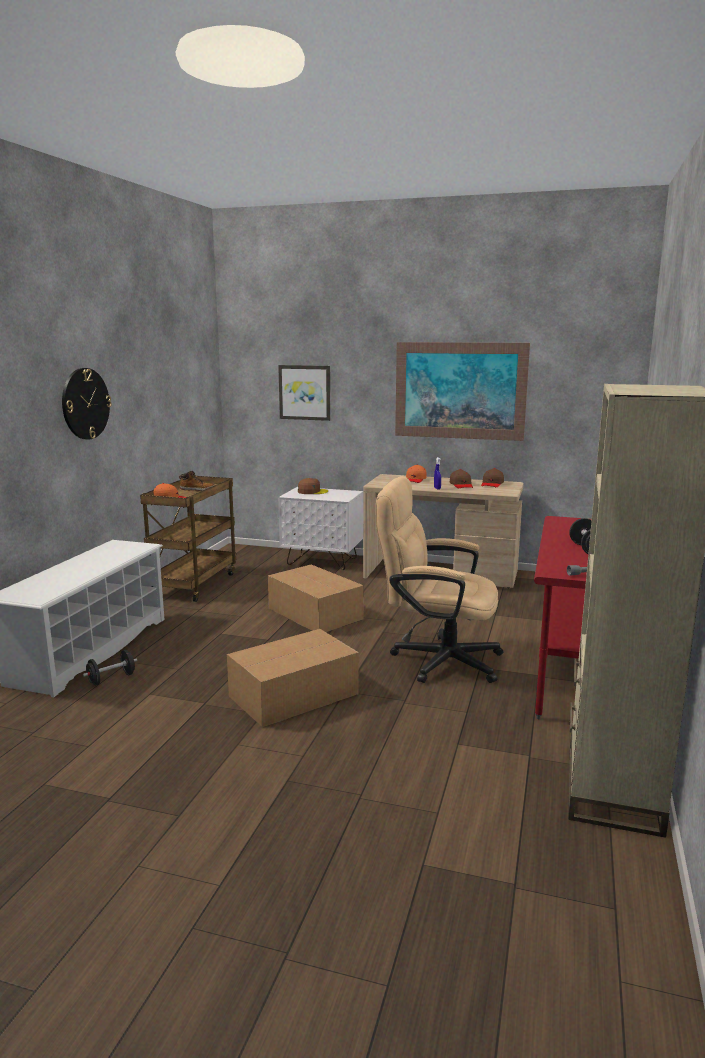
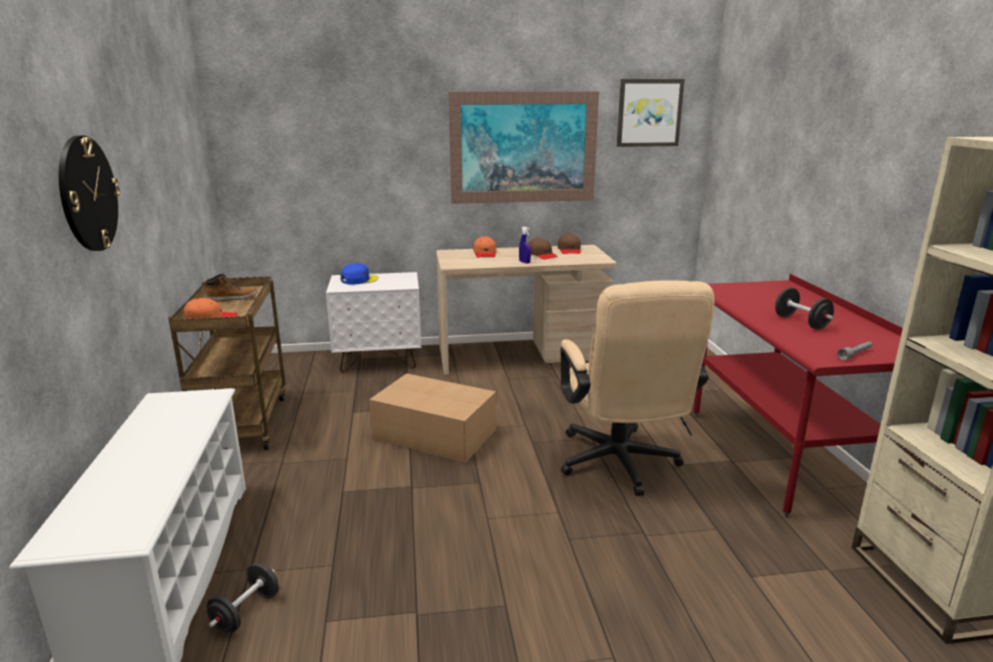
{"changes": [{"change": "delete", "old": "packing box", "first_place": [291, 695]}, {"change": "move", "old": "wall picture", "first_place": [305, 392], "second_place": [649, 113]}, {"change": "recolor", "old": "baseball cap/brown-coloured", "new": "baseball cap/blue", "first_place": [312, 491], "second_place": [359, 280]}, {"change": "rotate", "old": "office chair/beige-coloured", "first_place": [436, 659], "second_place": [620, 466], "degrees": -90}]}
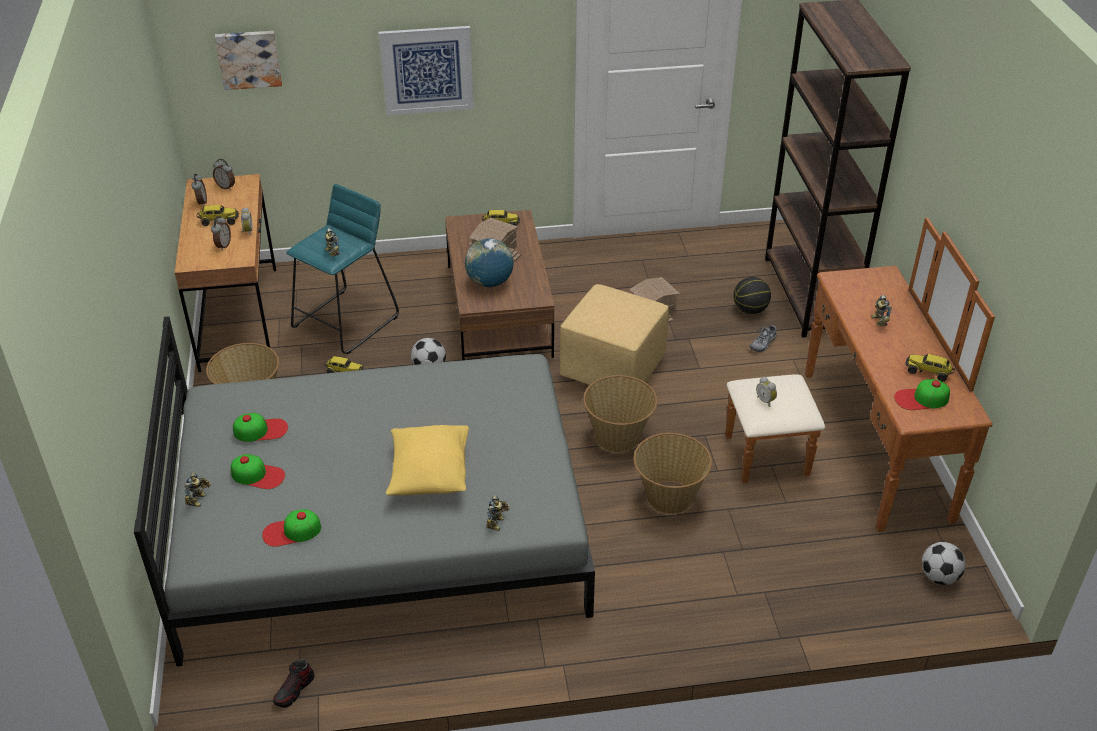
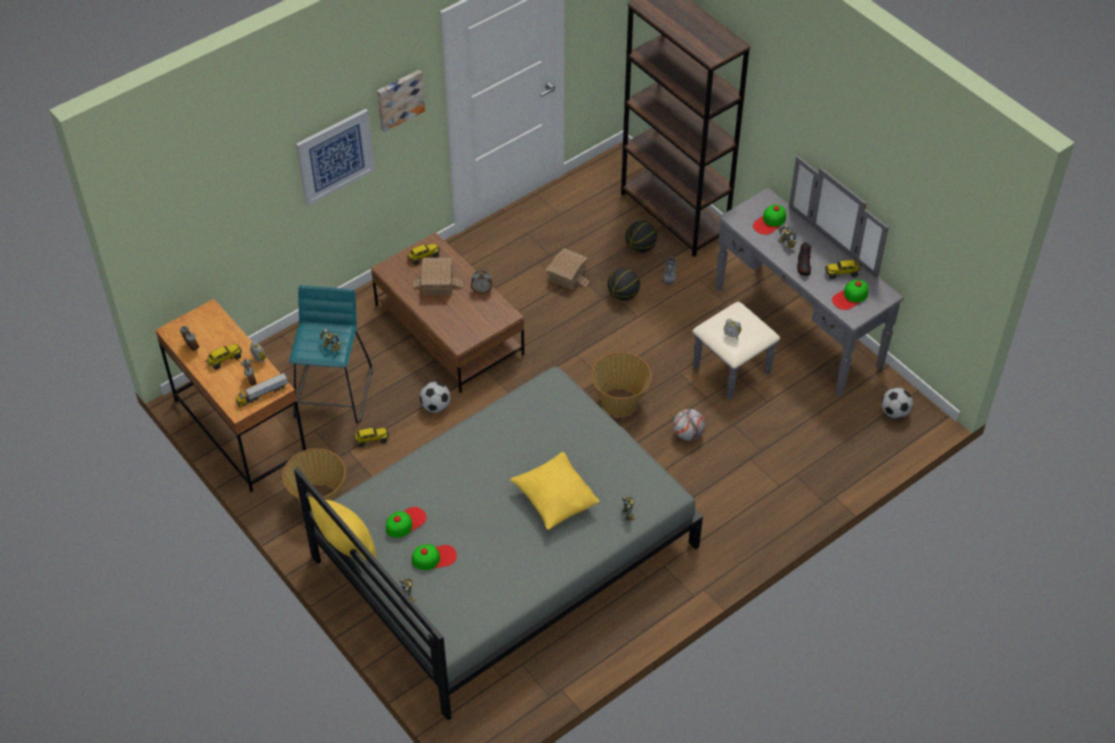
{"changes": [{"change": "move", "old": "bedside clock", "first_place": [226, 187], "second_place": [482, 290]}, {"change": "move", "old": "wall picture", "first_place": [249, 59], "second_place": [399, 99]}, {"change": "move", "old": "baseball cap", "first_place": [291, 531], "second_place": [770, 222]}, {"change": "move", "old": "shoe", "first_place": [294, 690], "second_place": [804, 265]}, {"change": "delete", "old": "globe", "first_place": [490, 282]}, {"change": "delete", "old": "pouffe/yellow-coloured", "first_place": [611, 369]}, {"change": "replace", "old": "household basket", "new": "ball for football", "first_place": [669, 497], "second_place": [688, 434]}, {"change": "recolor", "old": "chest of drawers/brown-coloured", "new": "chest of drawers/grey", "first_place": [850, 447], "second_place": [783, 337]}, {"change": "insert", "new": "toy truck", "second_place": [262, 394]}, {"change": "insert", "new": "throw pillow/yellow-coloured", "second_place": [347, 545]}, {"change": "insert", "new": "basketball", "second_place": [623, 295]}]}
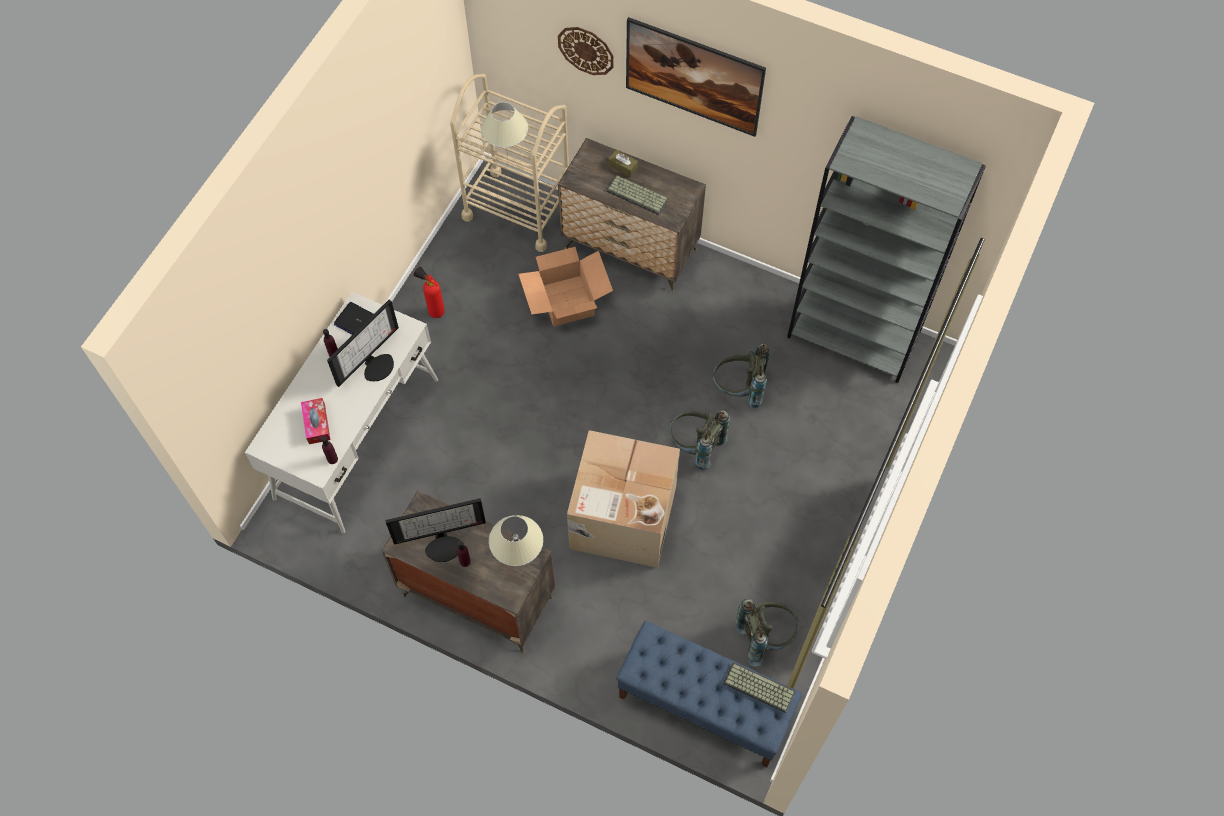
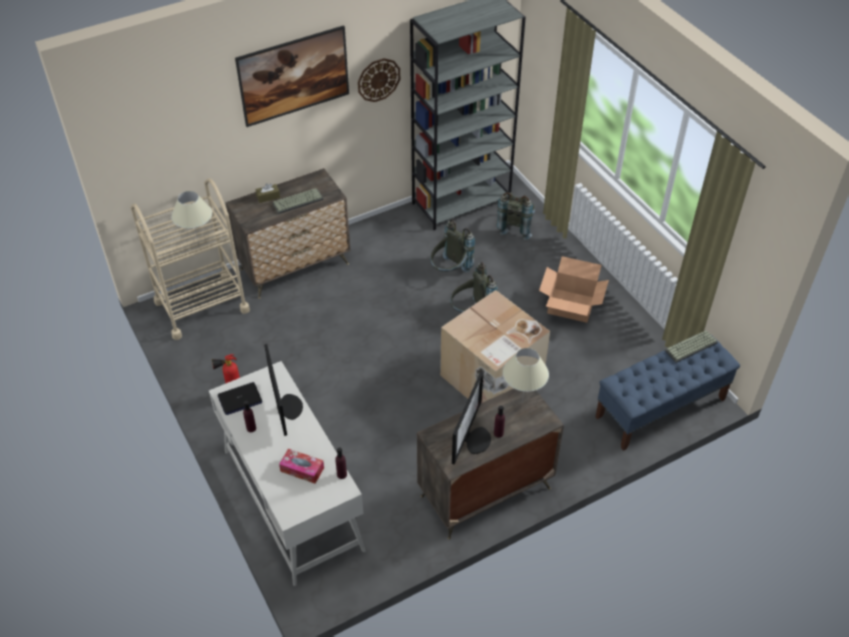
{"changes": [{"change": "move", "old": "packing box", "first_place": [566, 301], "second_place": [571, 305]}, {"change": "move", "old": "hanging clock", "first_place": [586, 50], "second_place": [378, 79]}, {"change": "move", "old": "rucksack/grey", "first_place": [765, 637], "second_place": [515, 227]}]}
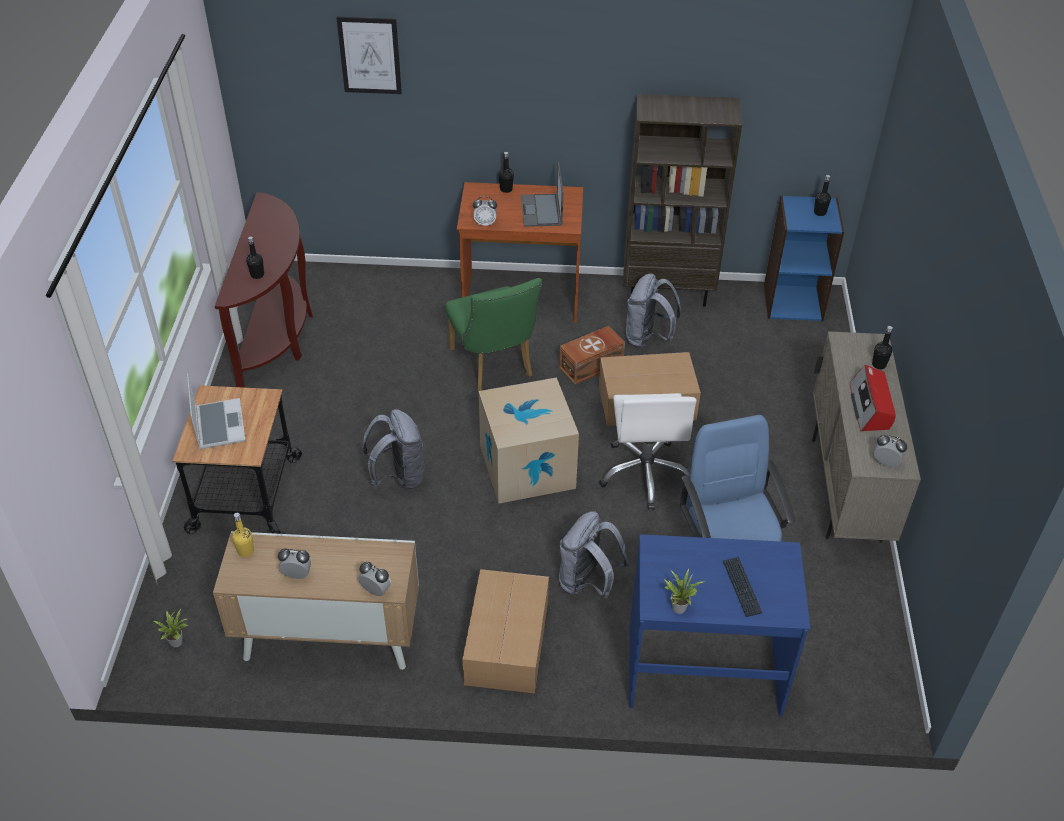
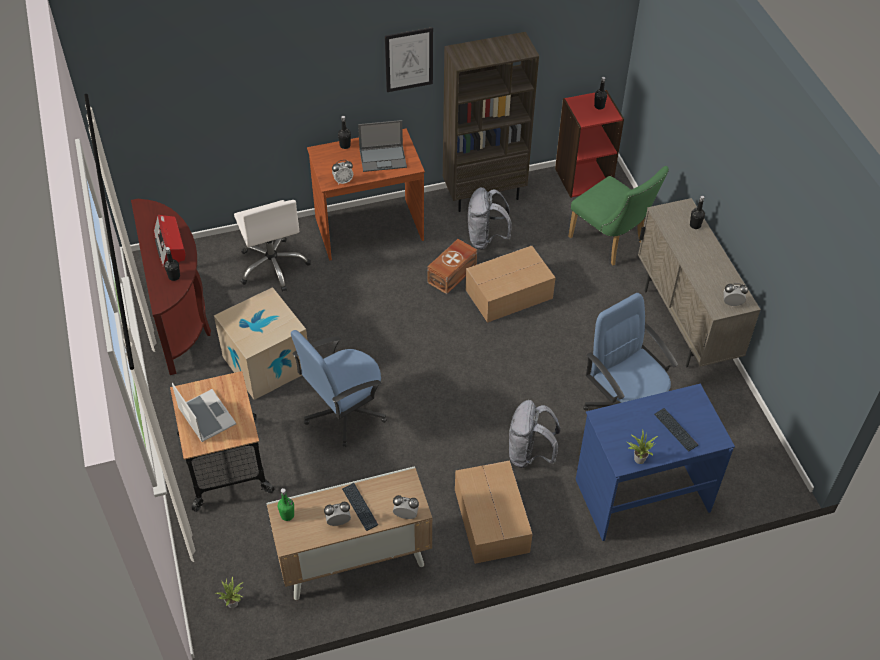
{"changes": [{"change": "recolor", "old": "bottle/yellow-coloured", "new": "bottle/green", "first_place": [245, 551], "second_place": [287, 515]}, {"change": "move", "old": "wall picture", "first_place": [369, 55], "second_place": [409, 59]}, {"change": "replace", "old": "rucksack/grey", "new": "office chair/blue", "first_place": [398, 477], "second_place": [343, 412]}, {"change": "move", "old": "plain chair/green", "first_place": [494, 367], "second_place": [611, 243]}, {"change": "move", "old": "packing box", "first_place": [527, 467], "second_place": [266, 363]}, {"change": "rotate", "old": "portable computer", "first_place": [541, 211], "second_place": [383, 158], "degrees": -75}, {"change": "move", "old": "office chair/white", "first_place": [645, 473], "second_place": [273, 266]}, {"change": "recolor", "old": "bookcase/blue", "new": "bookcase/red-coloured", "first_place": [793, 302], "second_place": [583, 178]}, {"change": "move", "old": "radio", "first_place": [870, 407], "second_place": [170, 246]}, {"change": "insert", "new": "PC keyboard", "second_place": [360, 507]}]}
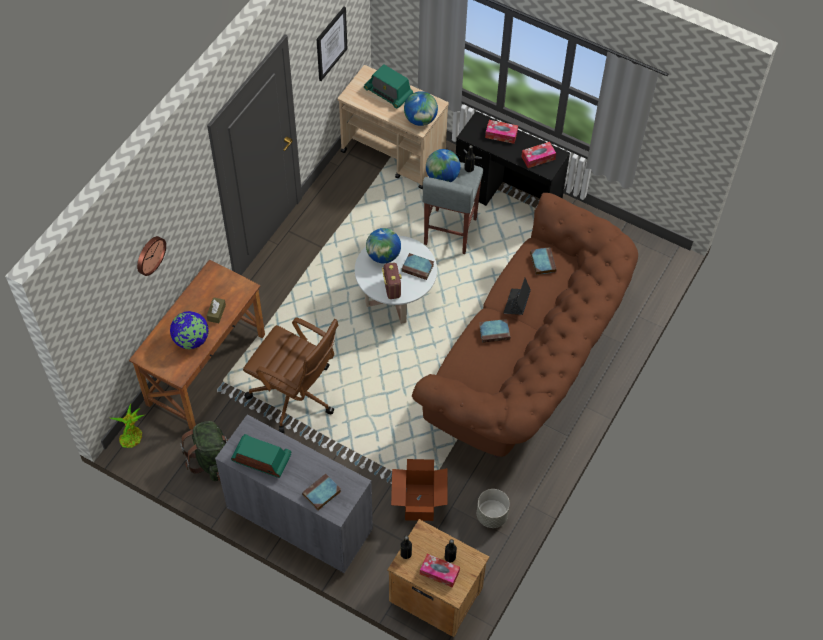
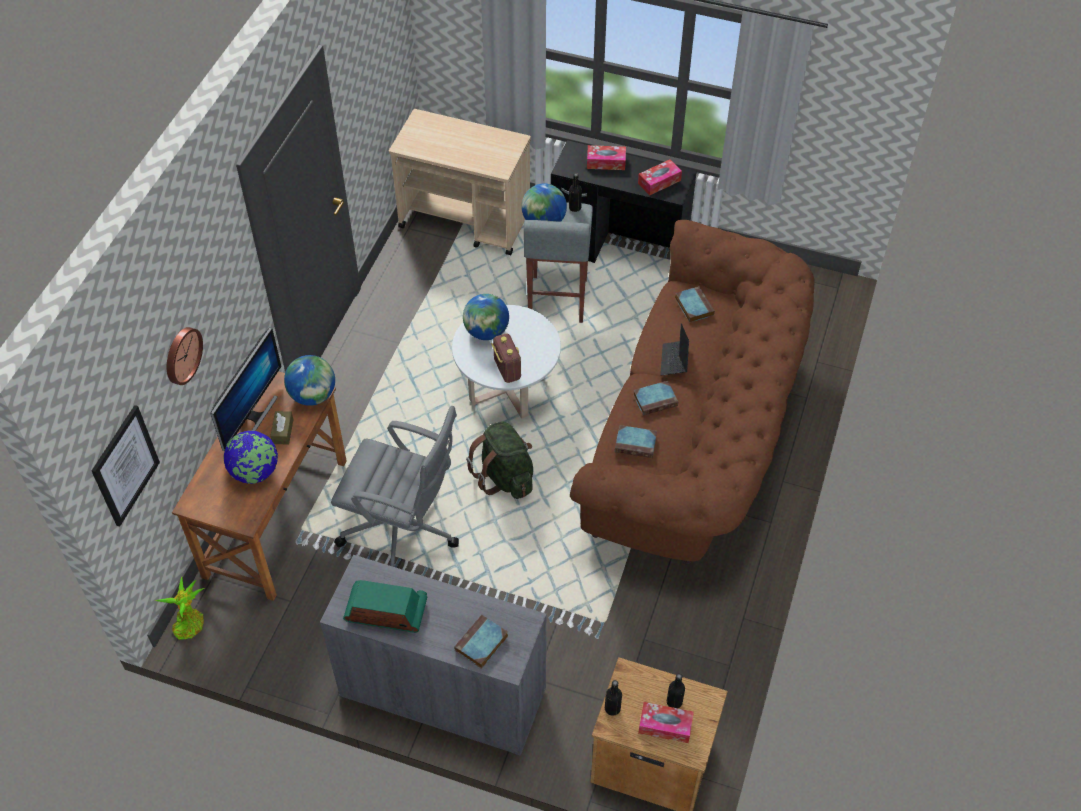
{"changes": [{"change": "move", "old": "rucksack/green", "first_place": [212, 459], "second_place": [505, 476]}, {"change": "recolor", "old": "office chair/brown-coloured", "new": "office chair/grey", "first_place": [295, 395], "second_place": [403, 531]}, {"change": "move", "old": "wall picture", "first_place": [331, 43], "second_place": [125, 465]}, {"change": "delete", "old": "radio", "first_place": [388, 93]}, {"change": "delete", "old": "packing box", "first_place": [418, 502]}, {"change": "move", "old": "bound book", "first_place": [418, 268], "second_place": [636, 443]}, {"change": "move", "old": "globe", "first_place": [420, 119], "second_place": [313, 395]}, {"change": "delete", "old": "planter/grey", "first_place": [492, 516]}, {"change": "insert", "new": "monitor", "second_place": [253, 416]}]}
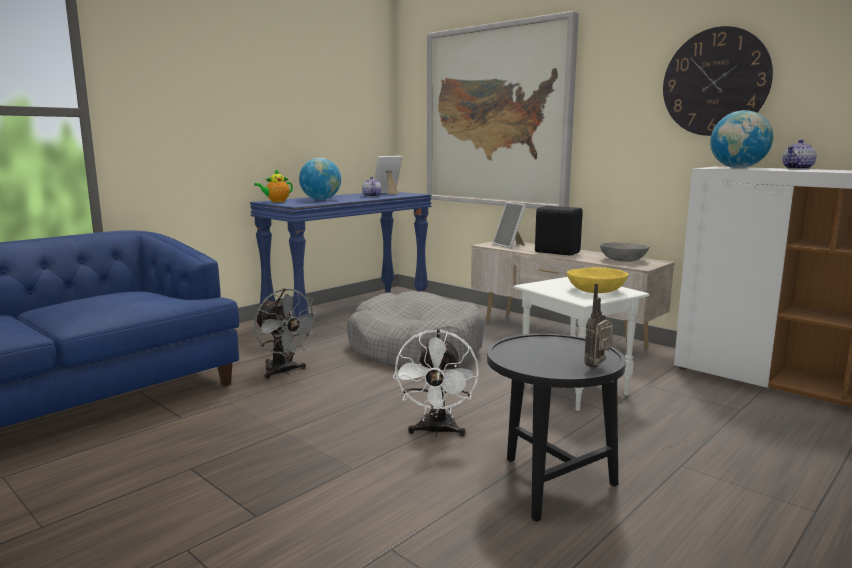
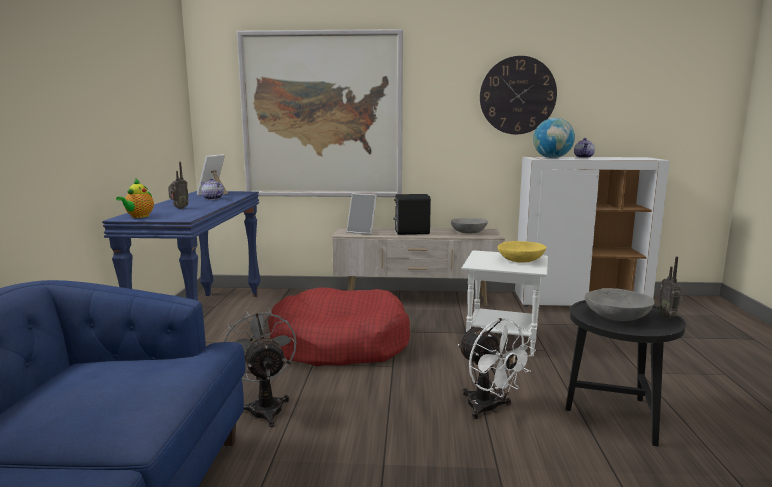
{"changes": [{"change": "rotate", "old": "electric fan/grey", "first_place": [284, 372], "second_place": [264, 407], "degrees": -120}, {"change": "replace", "old": "globe", "new": "radio", "first_place": [321, 199], "second_place": [179, 208]}, {"change": "recolor", "old": "dog cushion/grey", "new": "dog cushion/red-coloured", "first_place": [415, 349], "second_place": [339, 344]}, {"change": "insert", "new": "serving bowl/grey", "second_place": [617, 316]}]}
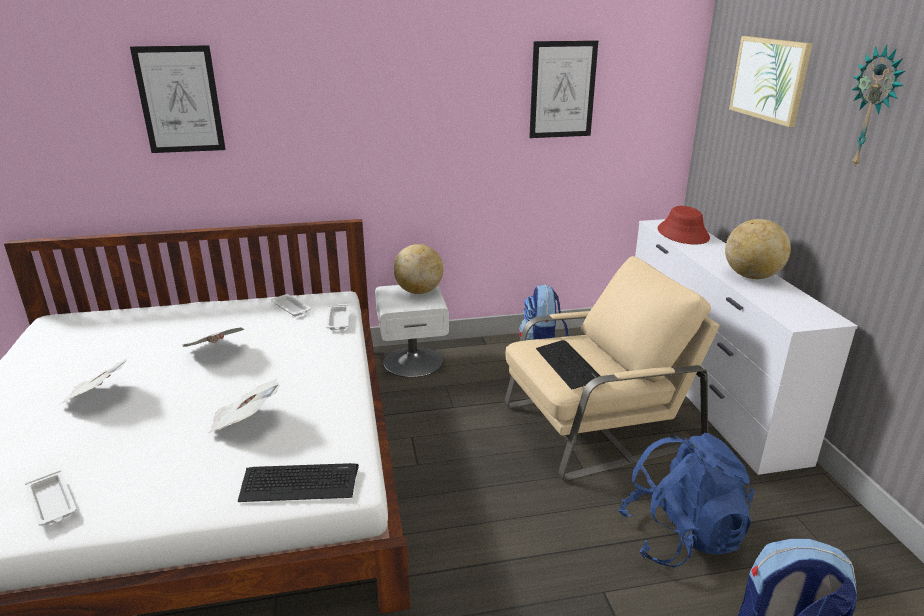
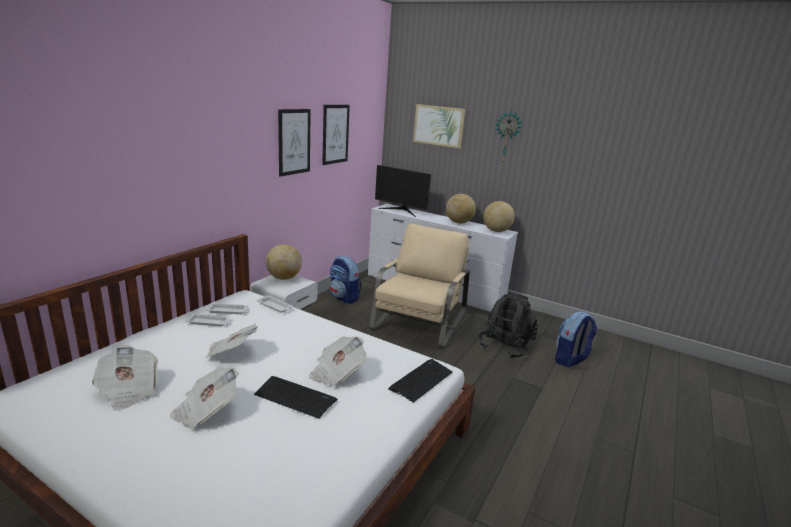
{"changes": [{"change": "move", "old": "tray/white", "first_place": [52, 503], "second_place": [209, 322]}, {"change": "move", "old": "wall picture", "first_place": [180, 100], "second_place": [294, 142]}, {"change": "move", "old": "PC keyboard", "first_place": [569, 365], "second_place": [295, 397]}, {"change": "recolor", "old": "rucksack/blue", "new": "rucksack/black", "first_place": [680, 536], "second_place": [505, 346]}, {"change": "replace", "old": "wearable hat/red-coloured", "new": "monitor", "first_place": [683, 234], "second_place": [401, 210]}, {"change": "insert", "new": "daily paper", "second_place": [128, 390]}, {"change": "insert", "new": "globe", "second_place": [496, 231]}]}
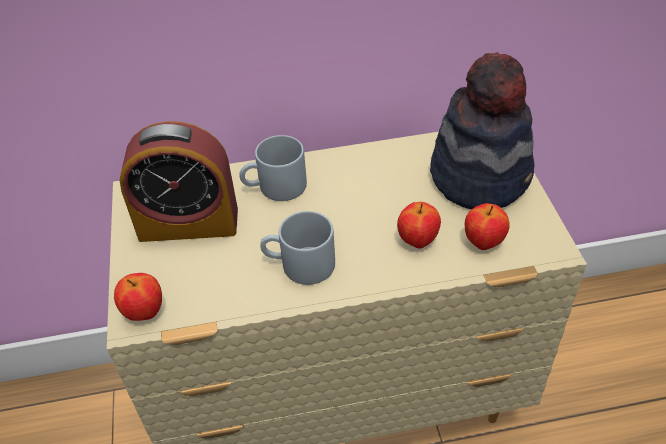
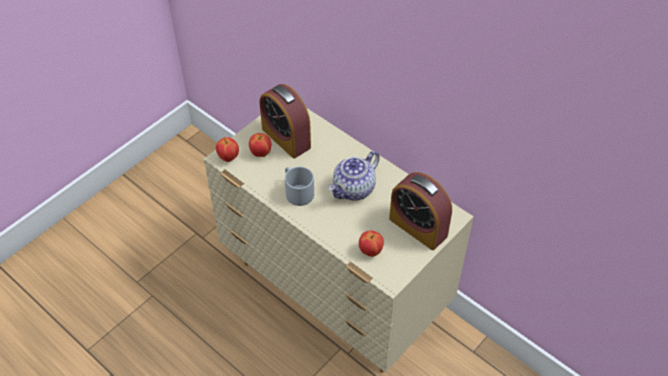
{"changes": [{"change": "delete", "old": "coffee mug/grey", "first_place": [275, 188]}, {"change": "move", "old": "apple fruit", "first_place": [417, 241], "second_place": [261, 153]}, {"change": "replace", "old": "wearable hat", "new": "bedside clock", "first_place": [480, 175], "second_place": [418, 227]}, {"change": "insert", "new": "teapot", "second_place": [354, 189]}]}
